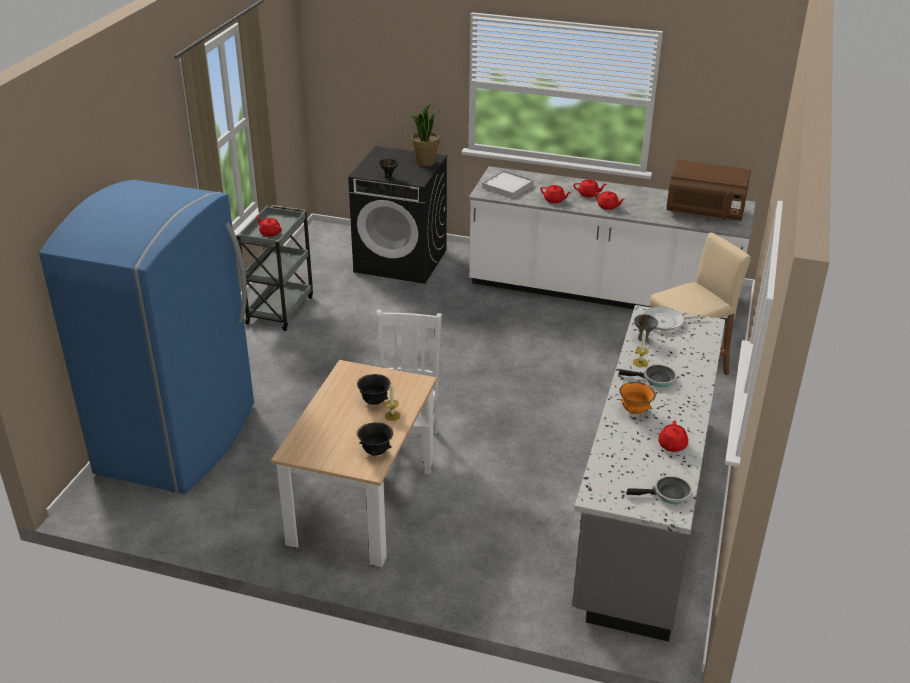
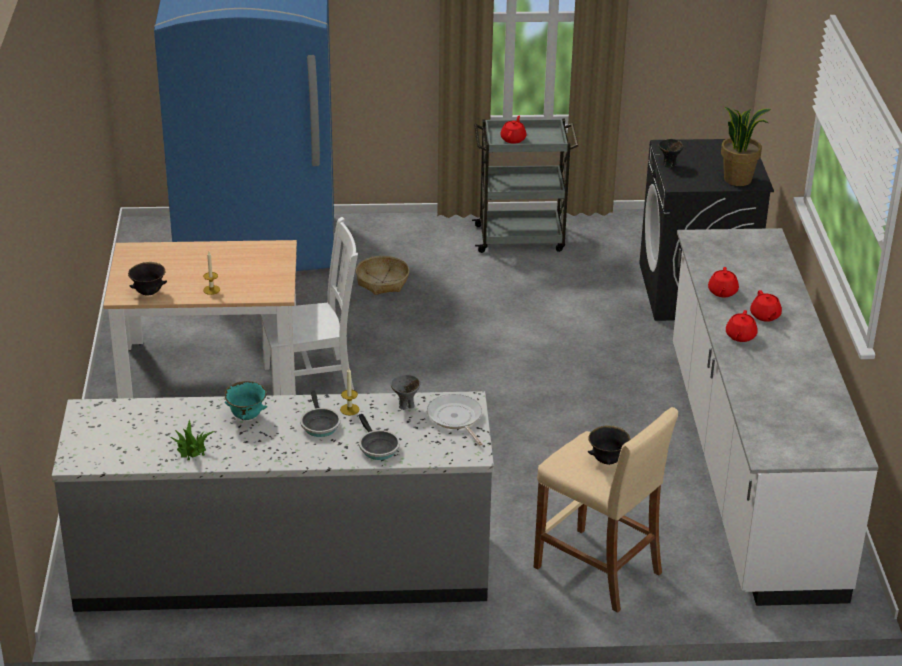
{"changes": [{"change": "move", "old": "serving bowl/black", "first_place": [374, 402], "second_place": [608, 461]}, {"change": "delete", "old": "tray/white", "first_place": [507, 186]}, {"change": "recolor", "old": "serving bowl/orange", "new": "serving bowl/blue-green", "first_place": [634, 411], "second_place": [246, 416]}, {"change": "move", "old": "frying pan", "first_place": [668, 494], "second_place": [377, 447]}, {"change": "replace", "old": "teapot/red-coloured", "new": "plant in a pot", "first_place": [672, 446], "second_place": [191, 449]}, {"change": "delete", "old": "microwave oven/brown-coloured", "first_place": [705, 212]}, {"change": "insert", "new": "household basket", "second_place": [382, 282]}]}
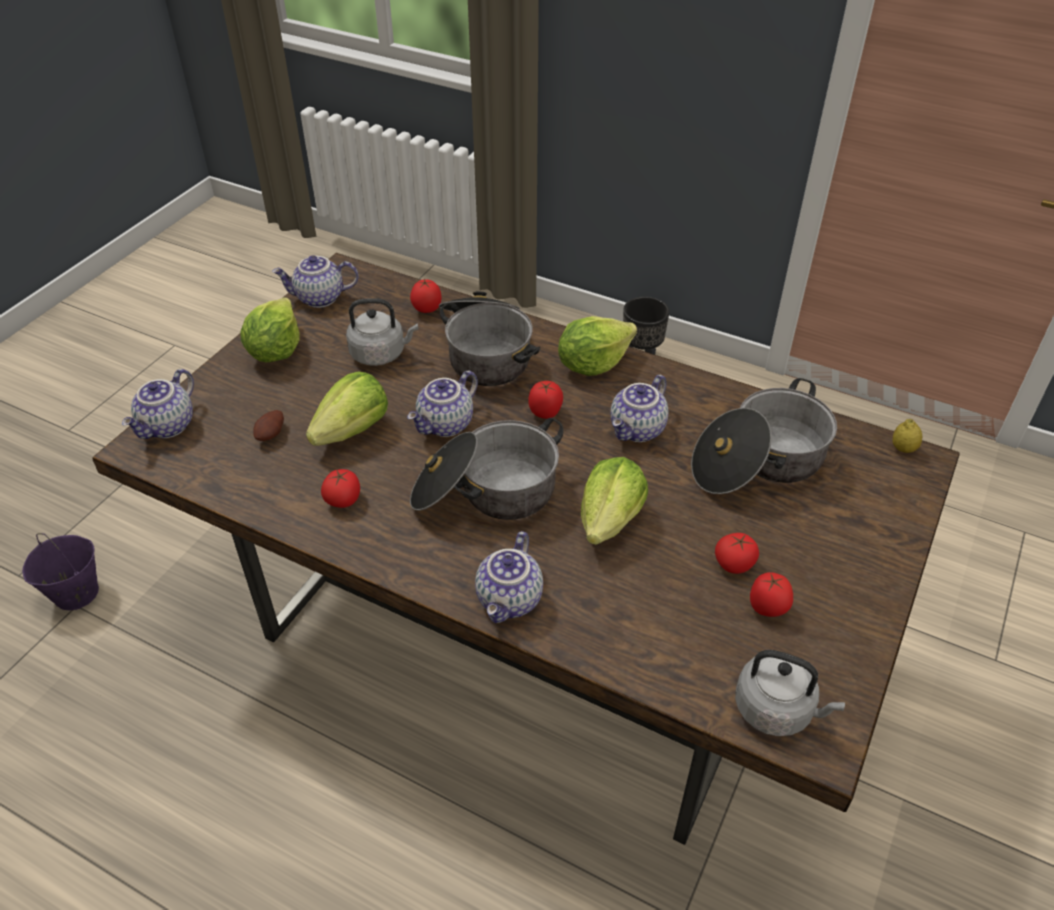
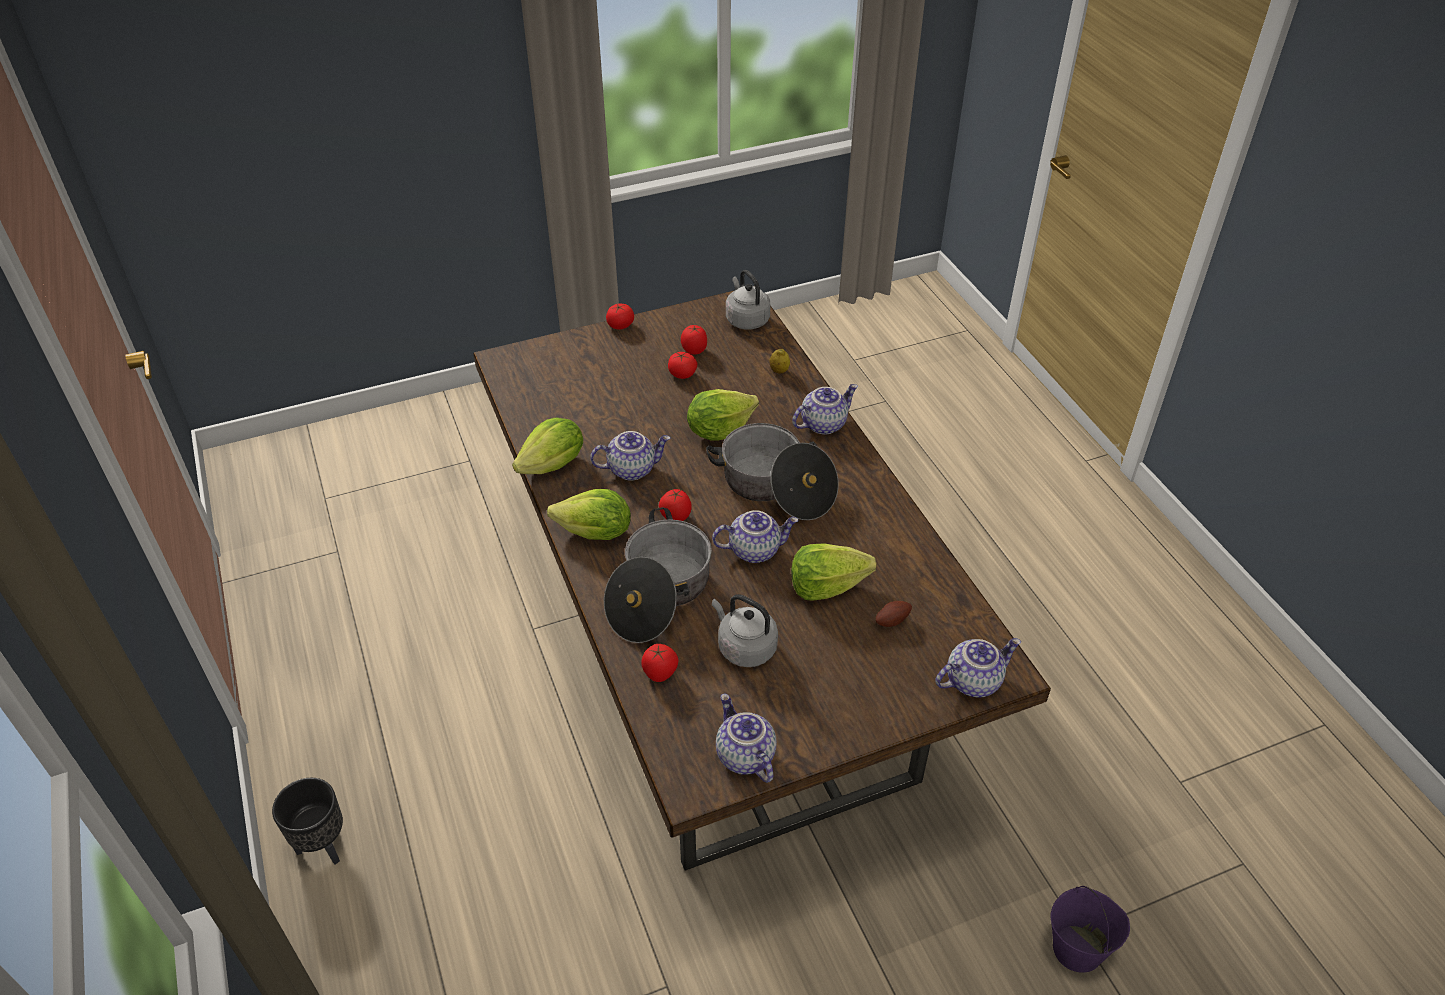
{"changes": [{"change": "move", "old": "head of lettuce", "first_place": [275, 350], "second_place": [553, 465]}, {"change": "rotate", "old": "teapot", "first_place": [319, 299], "second_place": [744, 756], "degrees": -150}, {"change": "move", "old": "fresh tomato", "first_place": [343, 499], "second_place": [620, 325]}, {"change": "delete", "old": "saucepot", "first_place": [759, 462]}, {"change": "move", "old": "lemon", "first_place": [903, 449], "second_place": [779, 371]}]}
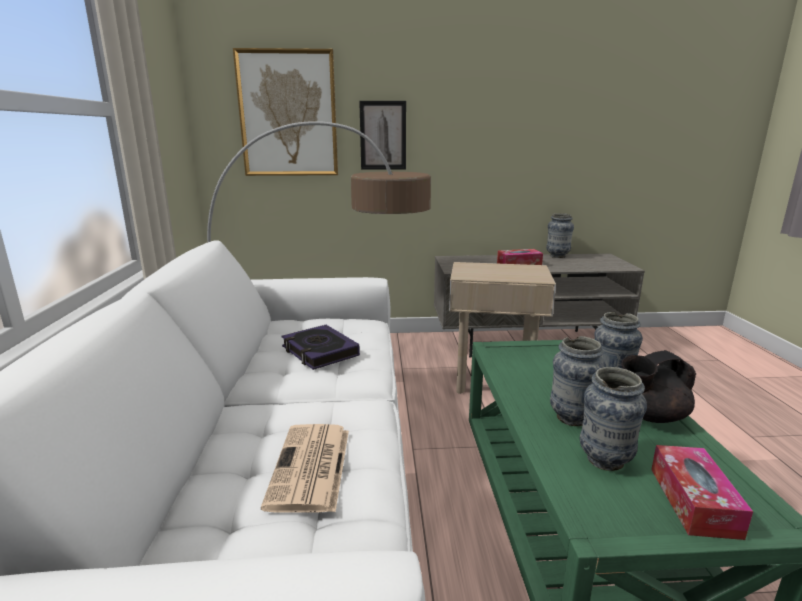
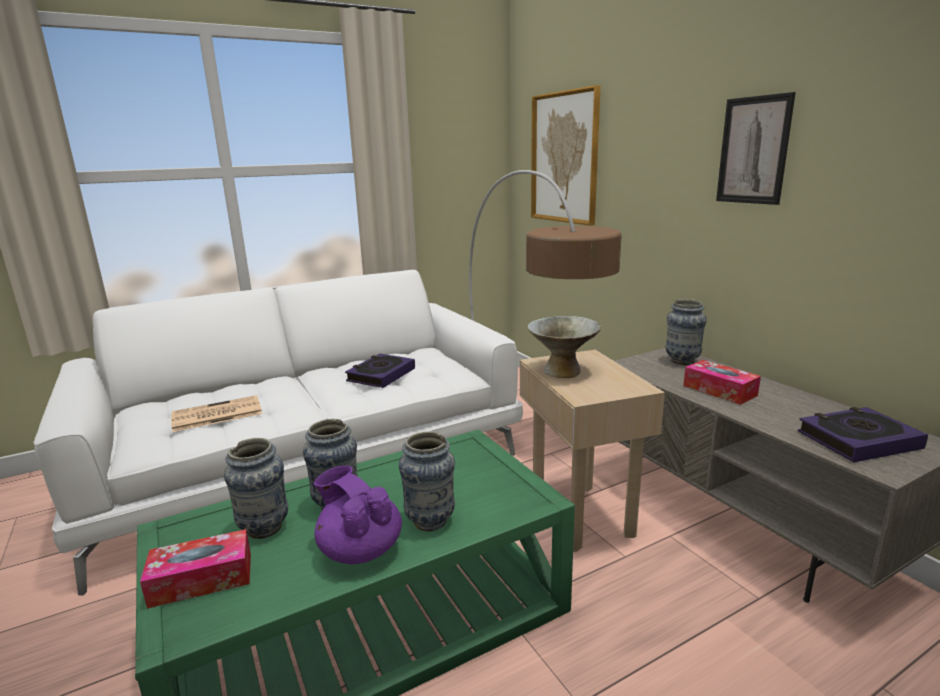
{"changes": [{"change": "move", "old": "wall picture", "first_place": [383, 135], "second_place": [753, 150]}, {"change": "move", "old": "vase", "first_place": [557, 256], "second_place": [682, 361]}, {"change": "recolor", "old": "teapot/black", "new": "teapot/purple", "first_place": [648, 415], "second_place": [360, 549]}, {"change": "insert", "new": "serving bowl/grey", "second_place": [562, 371]}, {"change": "insert", "new": "bound book", "second_place": [858, 440]}]}
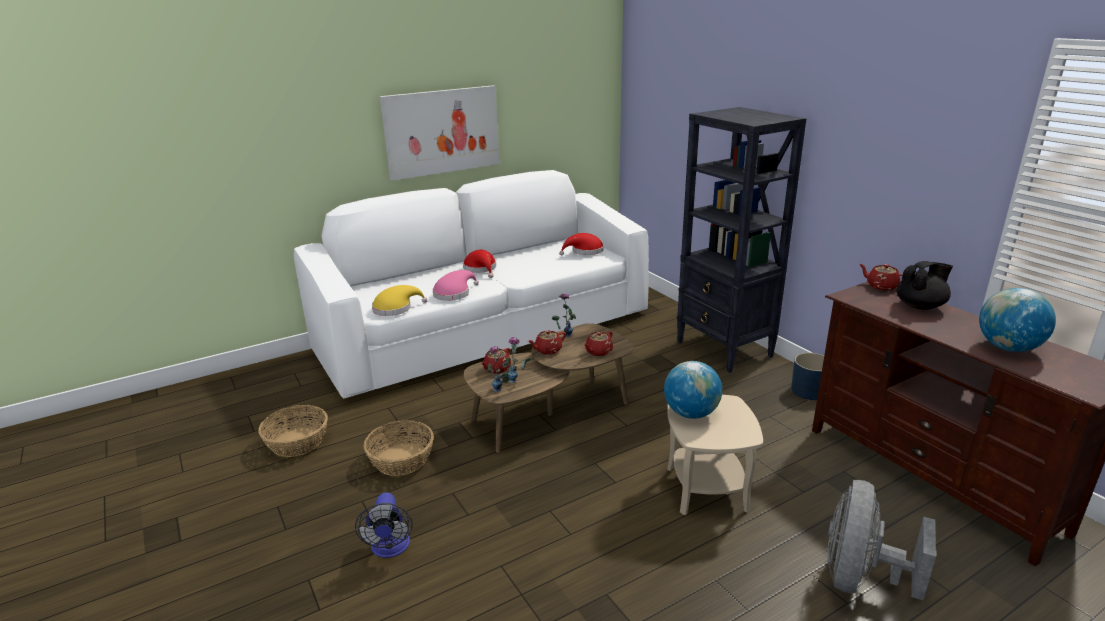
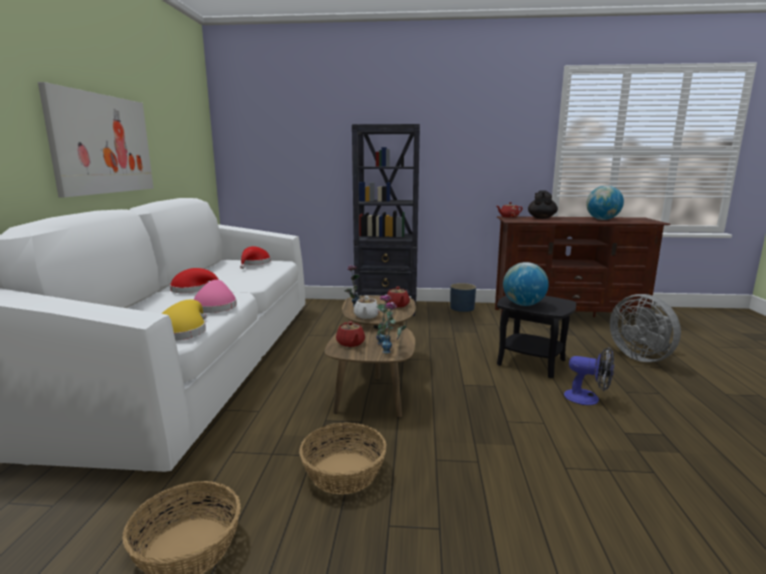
{"changes": [{"change": "move", "old": "electric fan", "first_place": [390, 548], "second_place": [588, 398]}, {"change": "recolor", "old": "teapot/red-coloured", "new": "teapot/white", "first_place": [547, 350], "second_place": [366, 316]}, {"change": "recolor", "old": "accent table/beige-coloured", "new": "accent table/black", "first_place": [707, 489], "second_place": [531, 363]}]}
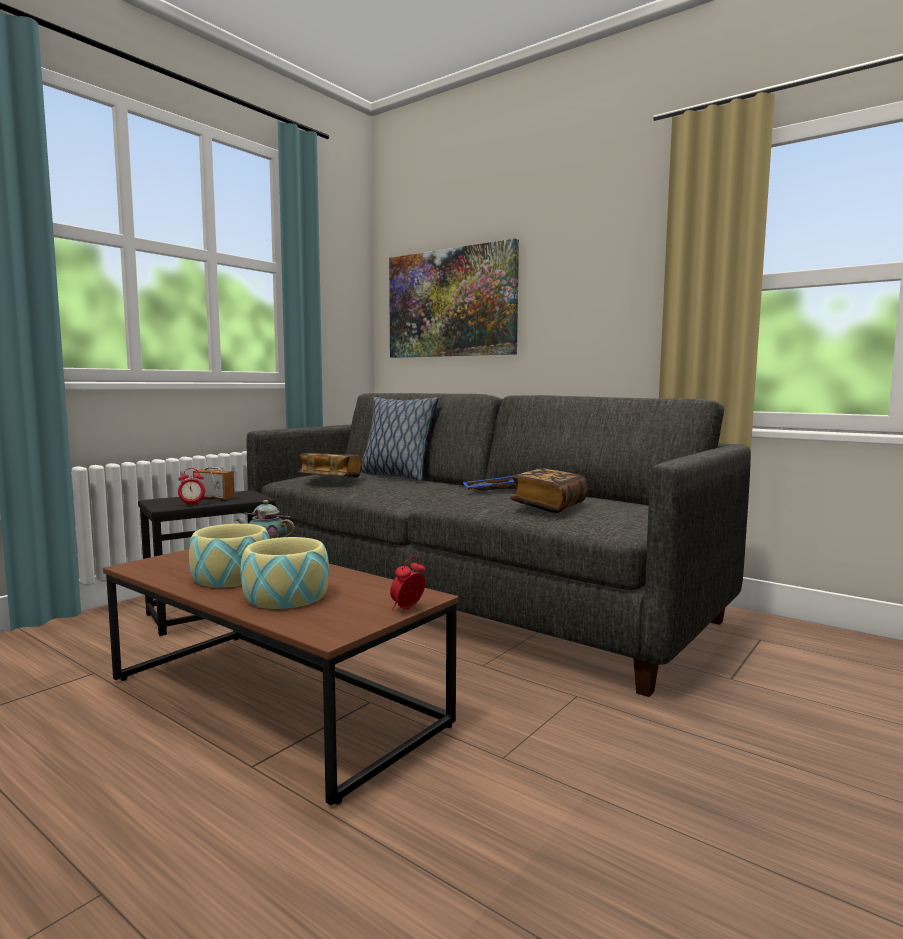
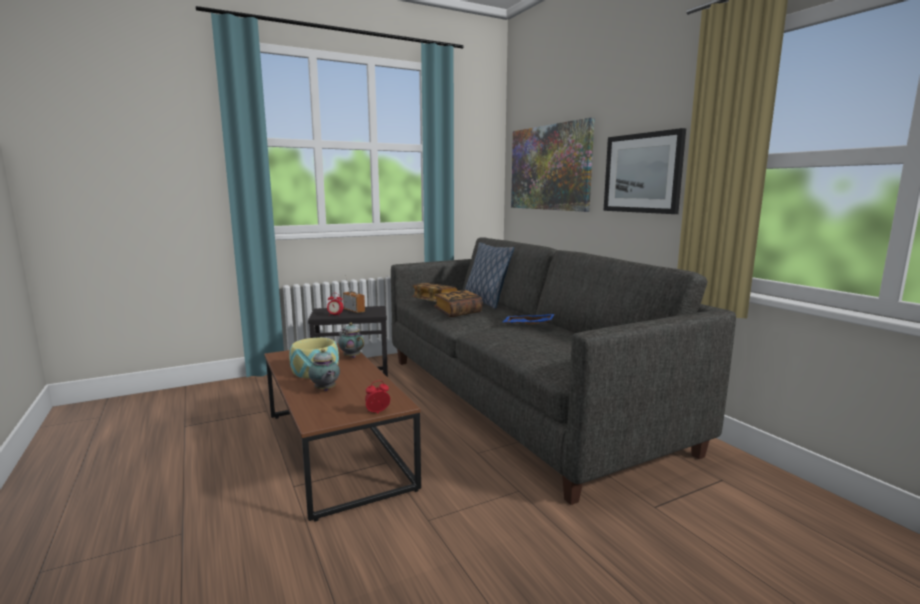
{"changes": [{"change": "replace", "old": "serving bowl", "new": "teapot", "first_place": [285, 596], "second_place": [325, 390]}, {"change": "move", "old": "bound book", "first_place": [549, 506], "second_place": [458, 313]}, {"change": "insert", "new": "wall picture", "second_place": [642, 173]}]}
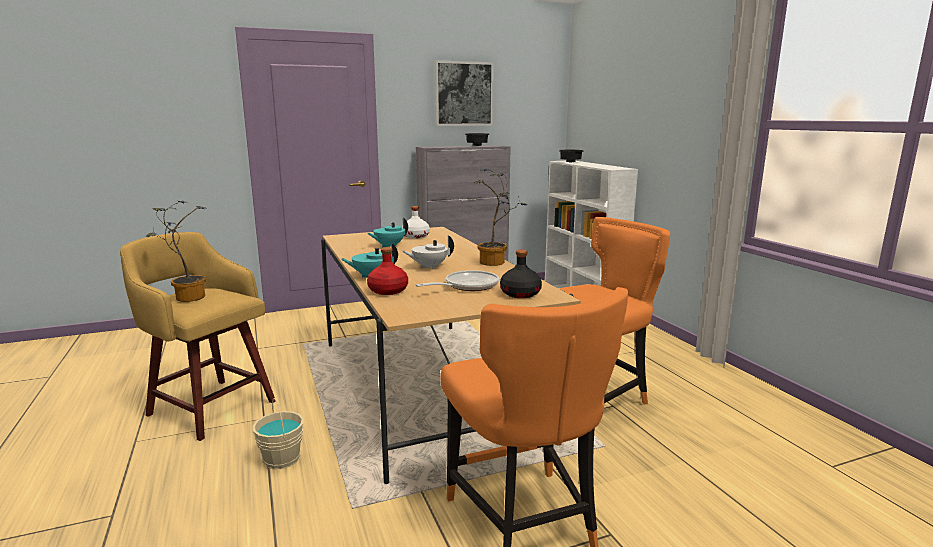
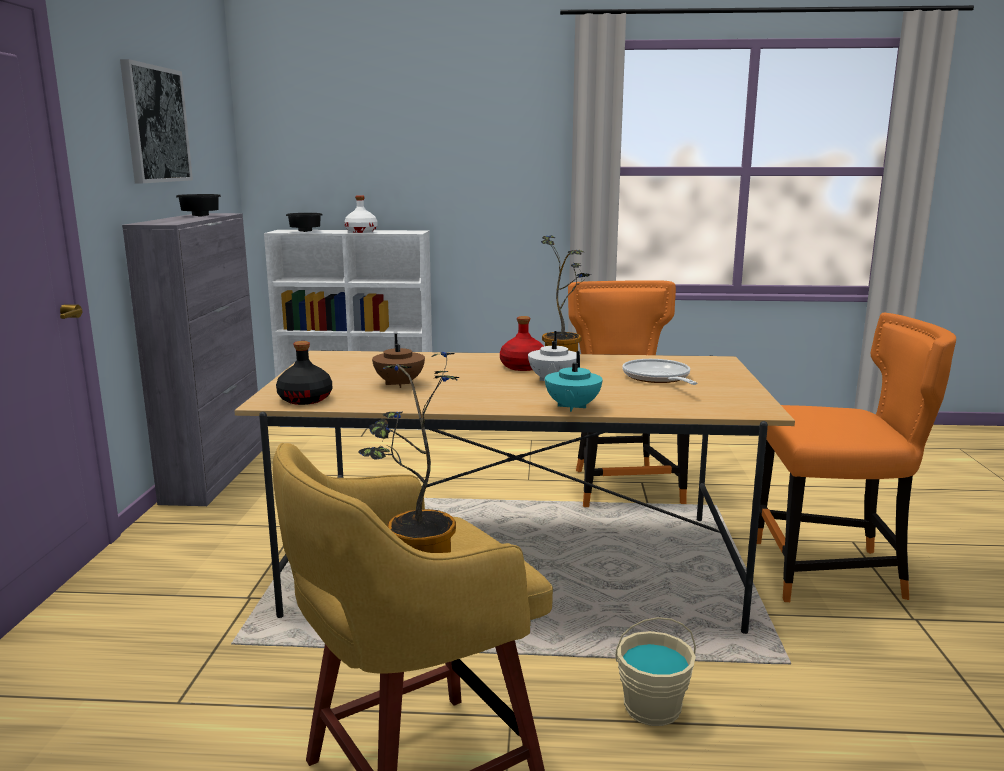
{"changes": [{"change": "recolor", "old": "teapot/blue-green", "new": "teapot/brown-coloured", "first_place": [389, 246], "second_place": [399, 384]}, {"change": "move", "old": "bottle/red-coloured", "first_place": [388, 291], "second_place": [523, 367]}, {"change": "move", "old": "bottle/white", "first_place": [416, 236], "second_place": [361, 231]}, {"change": "move", "old": "bottle/black", "first_place": [521, 294], "second_place": [305, 399]}]}
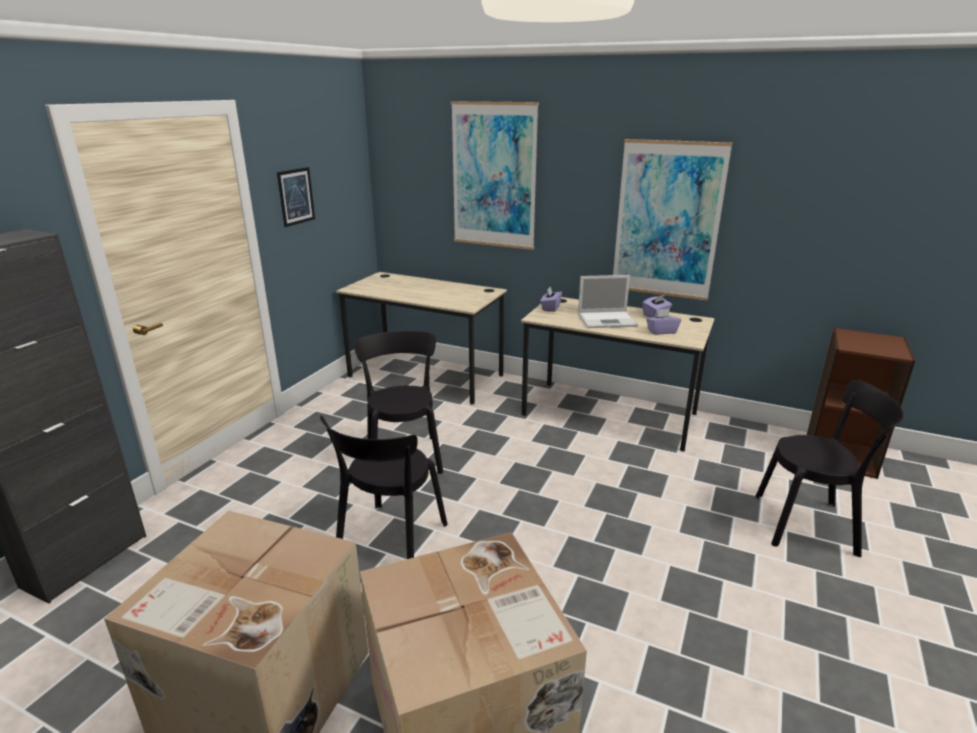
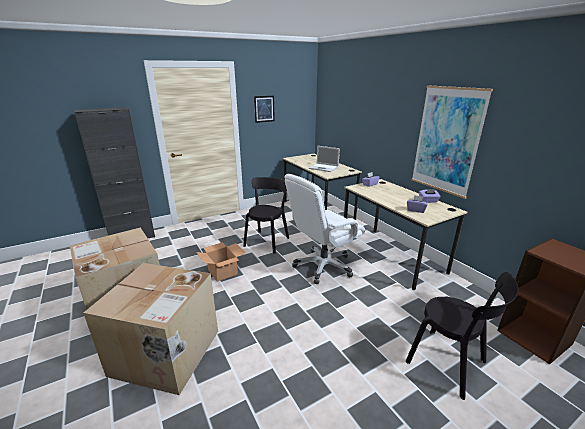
{"changes": [{"change": "replace", "old": "plain chair/black", "new": "packing box", "first_place": [390, 542], "second_place": [222, 272]}, {"change": "delete", "old": "wall picture", "first_place": [494, 176]}, {"change": "move", "old": "portable computer", "first_place": [608, 320], "second_place": [324, 168]}, {"change": "insert", "new": "office chair/white", "second_place": [323, 266]}]}
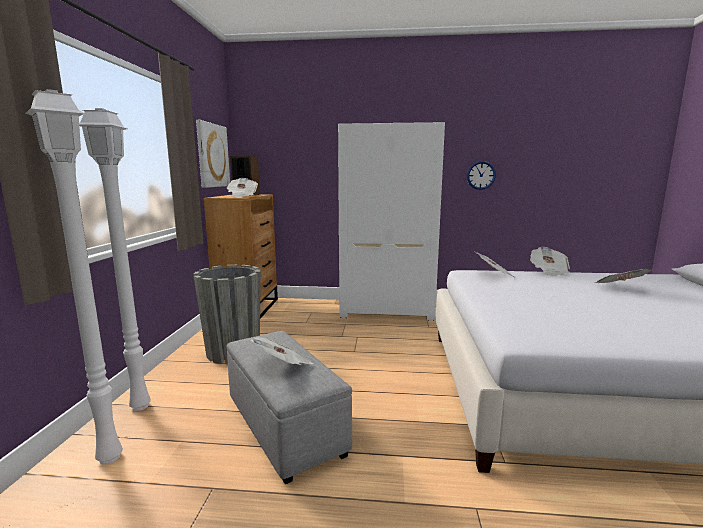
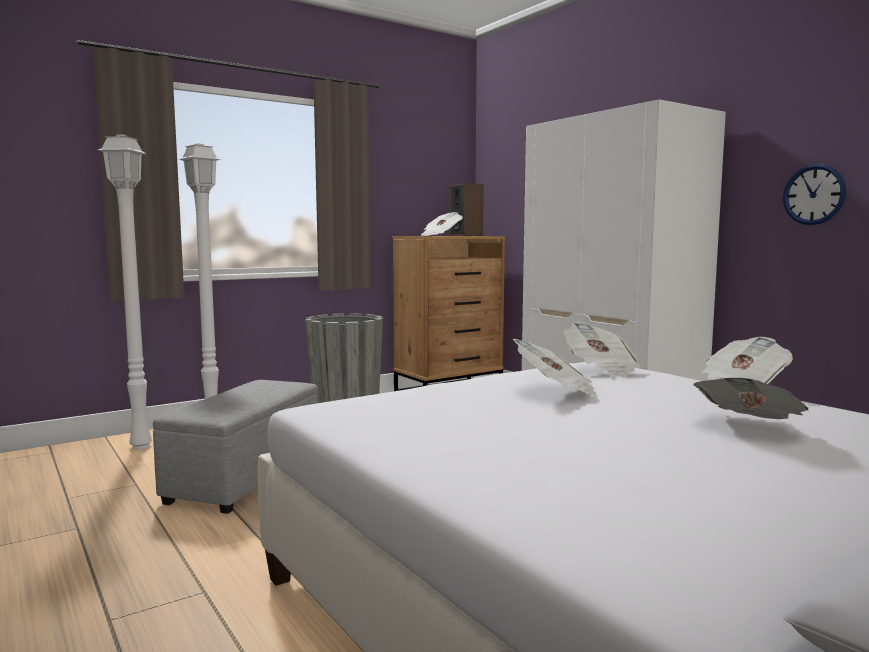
{"changes": [{"change": "delete", "old": "wall picture", "first_place": [212, 155]}, {"change": "move", "old": "daily paper", "first_place": [283, 366], "second_place": [556, 390]}]}
